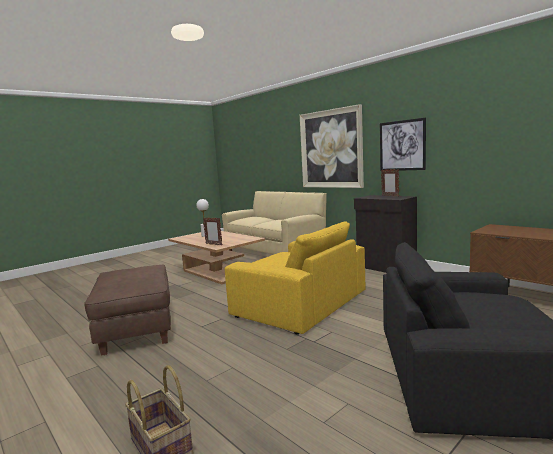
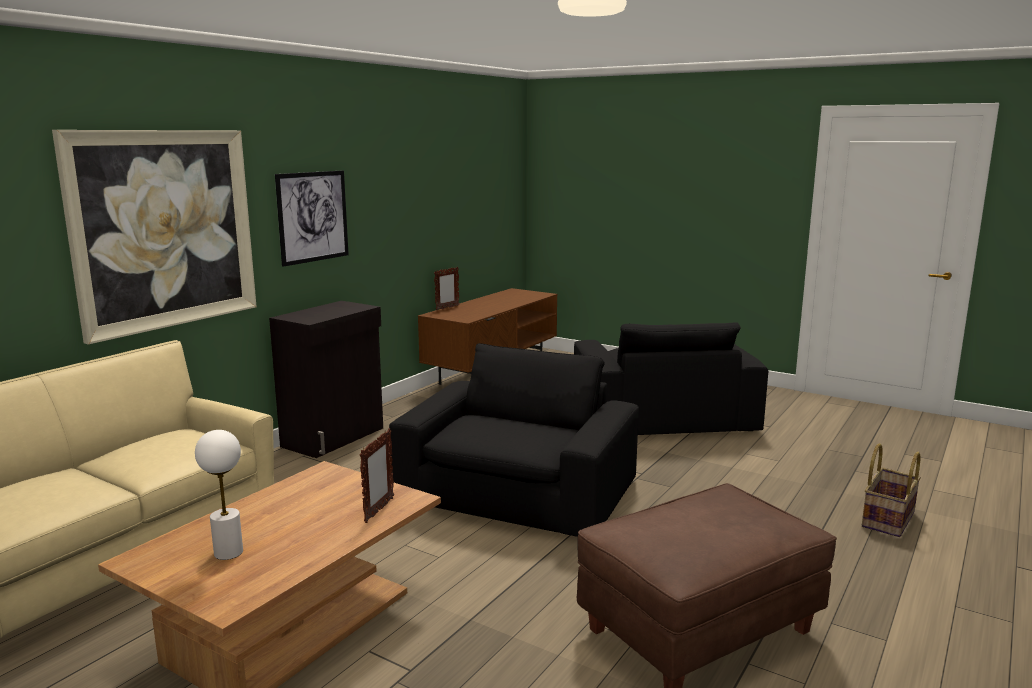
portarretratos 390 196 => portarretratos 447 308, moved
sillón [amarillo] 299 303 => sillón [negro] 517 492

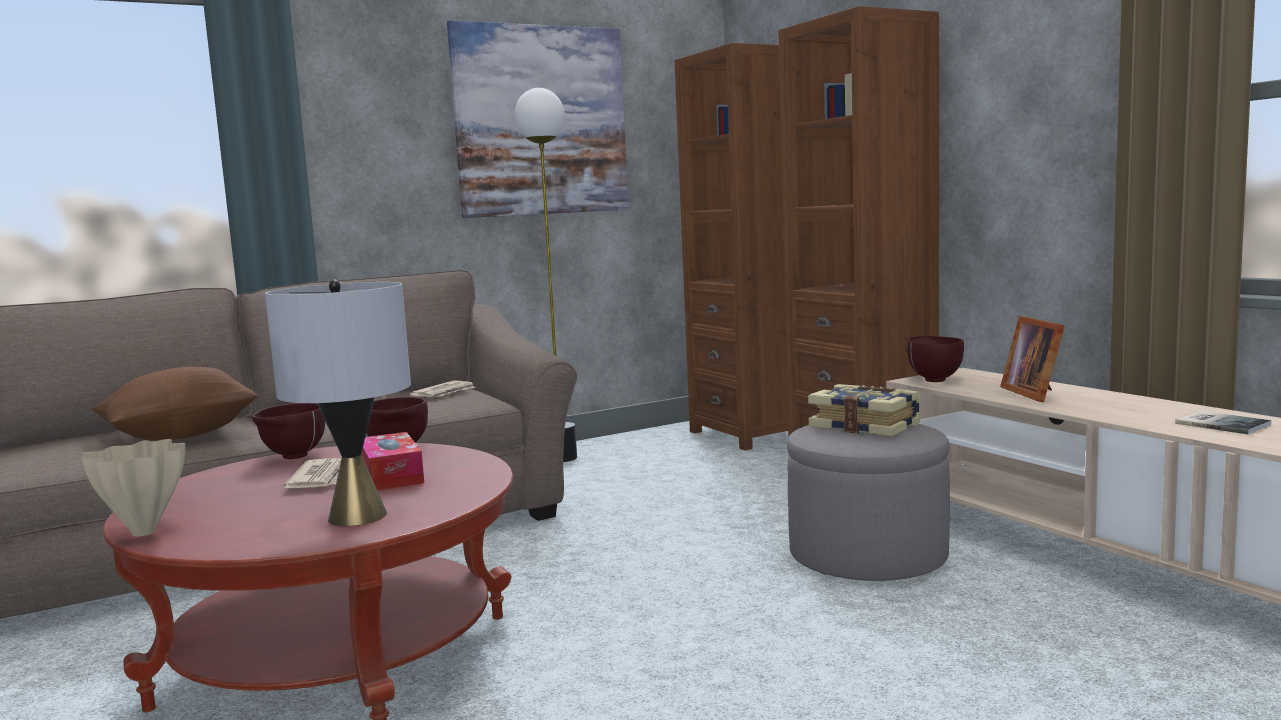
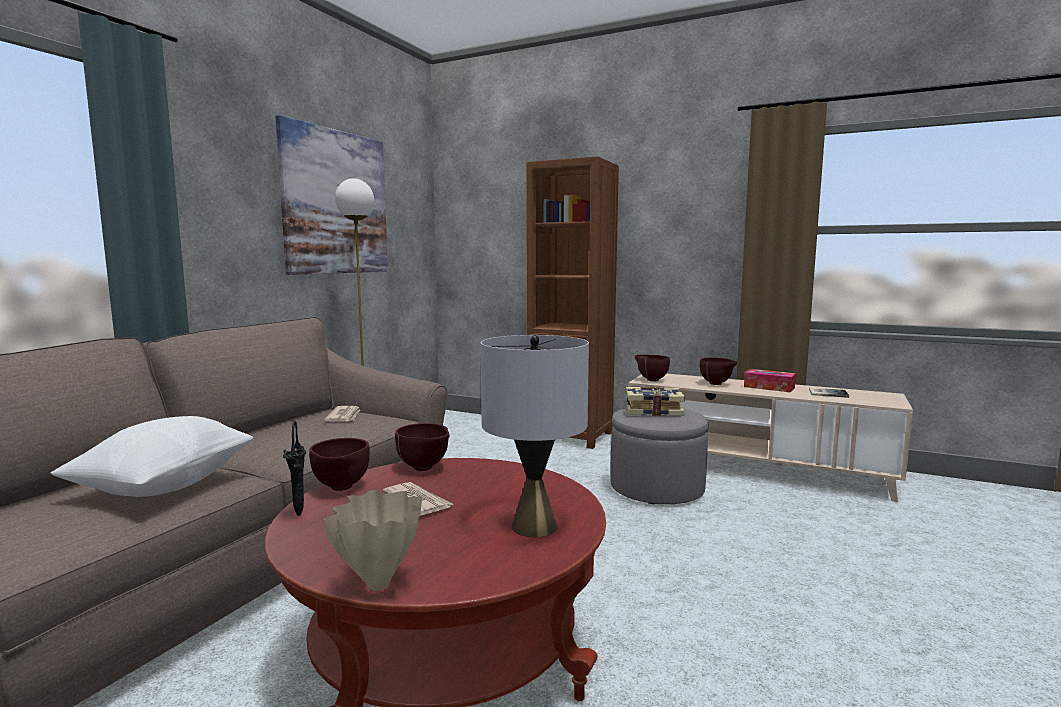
estantería [marrón] 750 434 => nothing
nothing => florero [negro] 298 513
caja de pañuelos 391 475 => caja de pañuelos 769 387, moved
portarretratos 1035 393 => cuenco [marrón] 717 384
cojín [marrón] 181 436 => cojín [blanco] 164 486

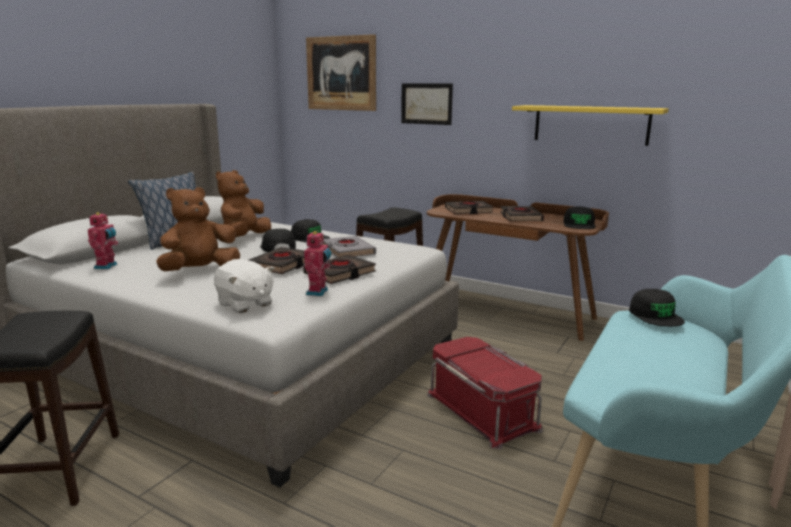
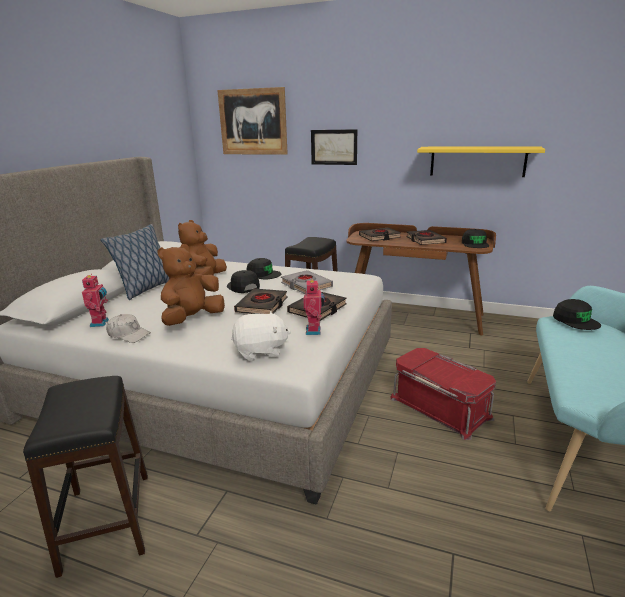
nothing => gorra [blanco] 128 335
peluche [blanco] 245 304 => peluche [blanco] 261 351, 45 degrees counterclockwise

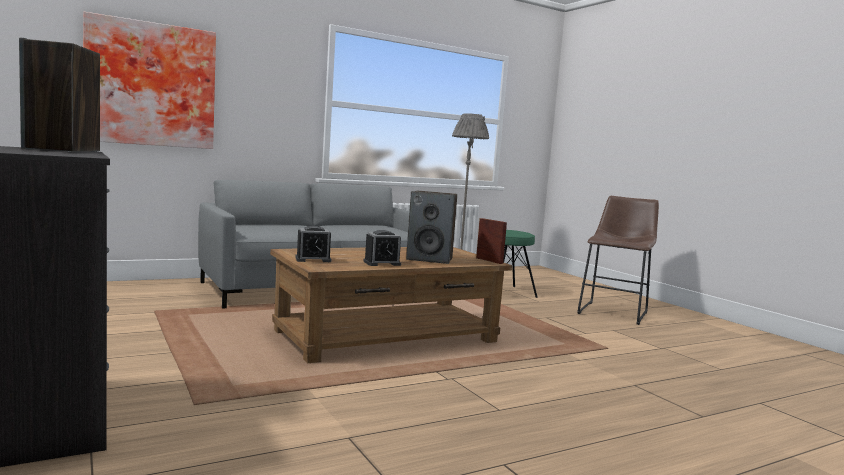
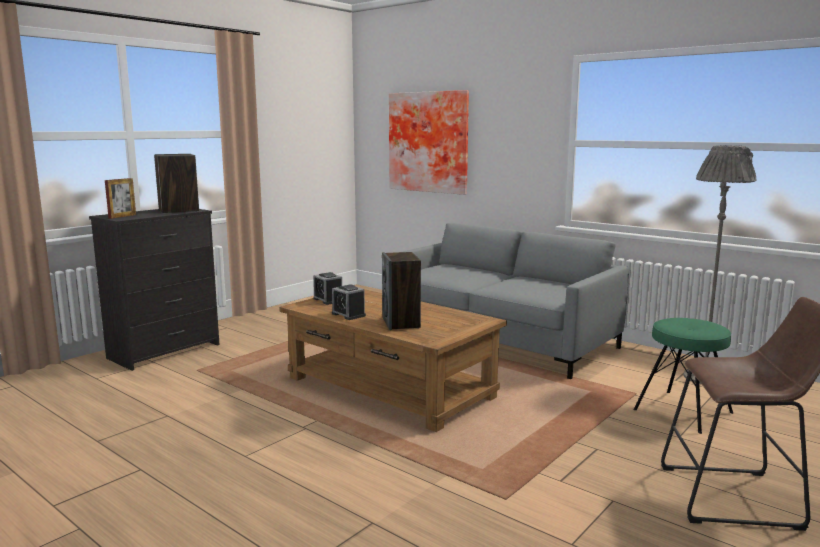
portarretratos 489 260 => portarretratos 122 216, moved

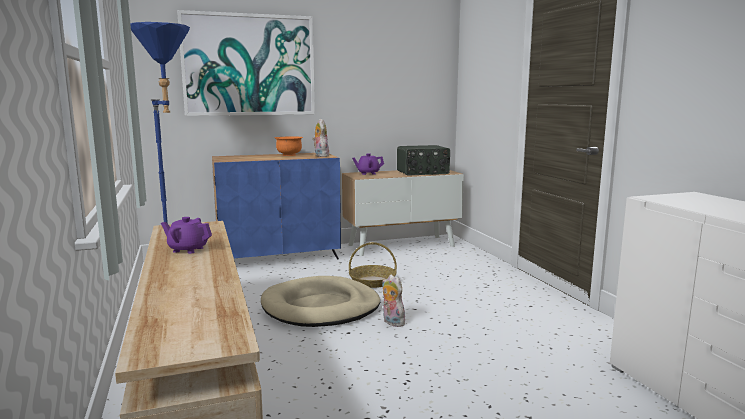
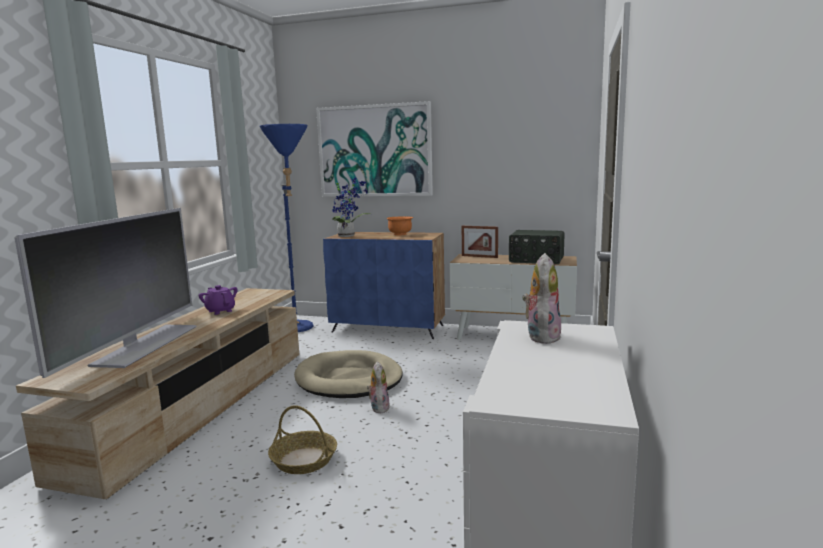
nothing => televisor 144 345
nothing => planta en maceta 348 236
peluche 320 156 => peluche 541 336, moved
cesta 372 281 => cesta 304 460, moved
tetera [morado] 368 173 => portarretratos 479 256

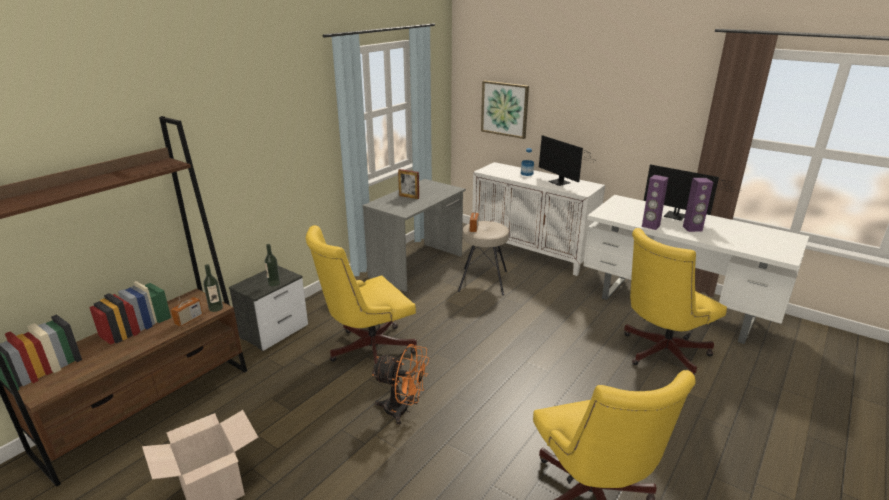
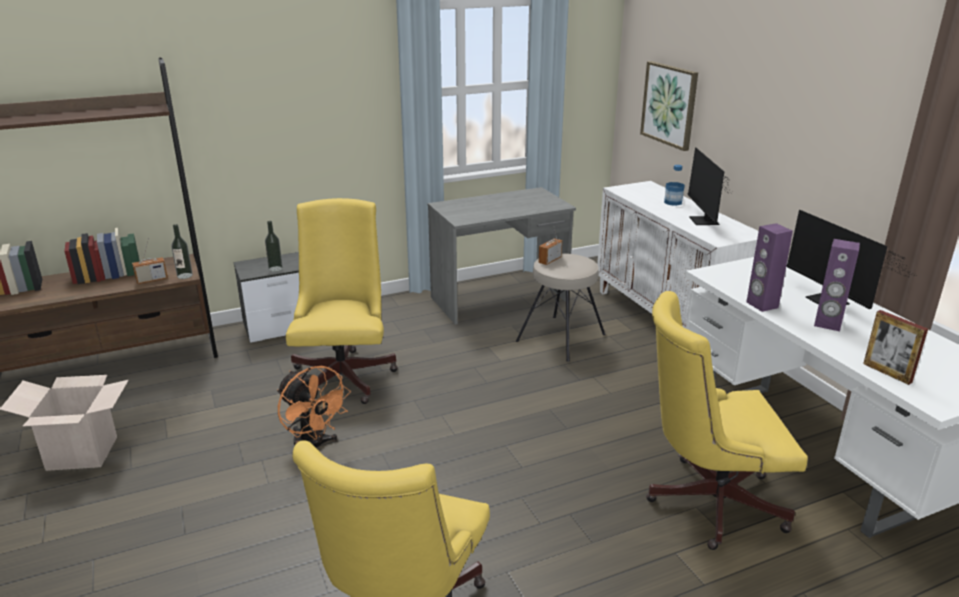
portarretratos 409 197 => portarretratos 887 373, moved
silla de oficina [amarillo] 366 350 => silla de oficina [amarillo] 345 374, 90 degrees clockwise

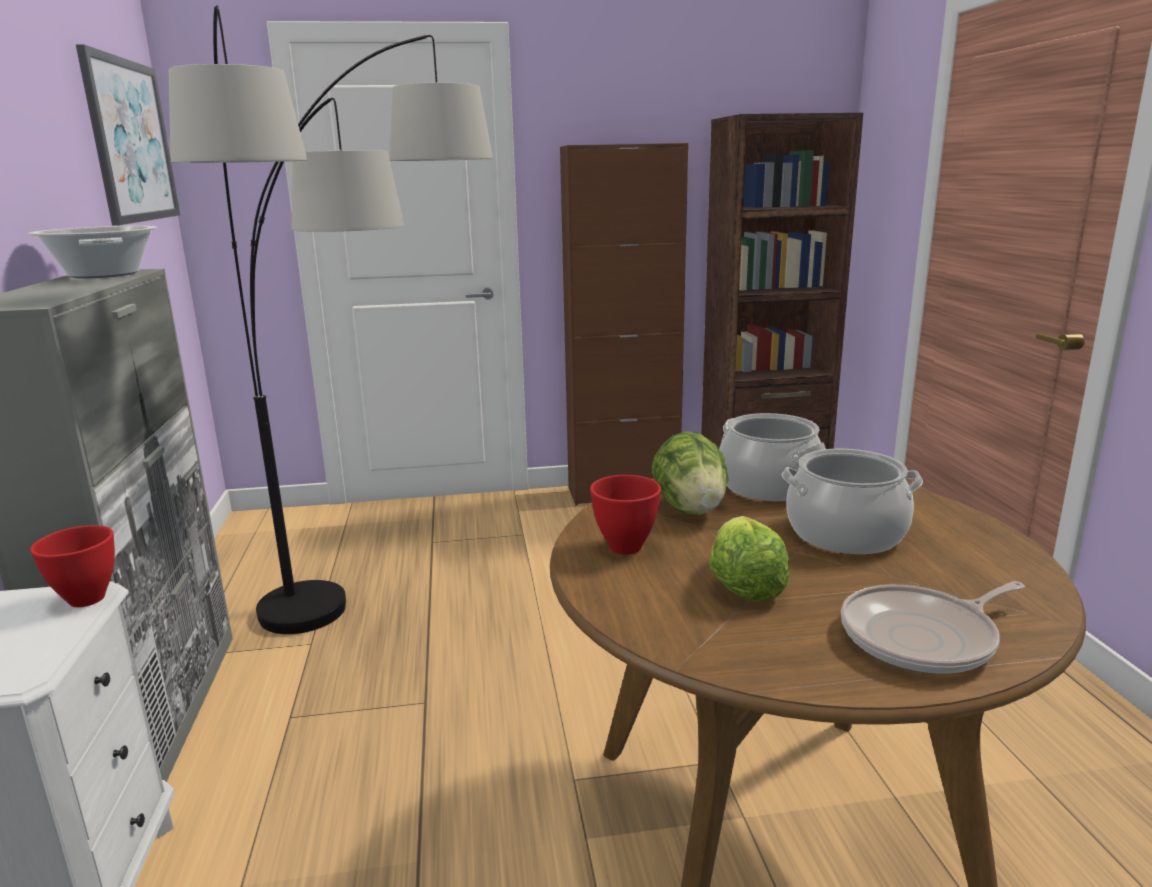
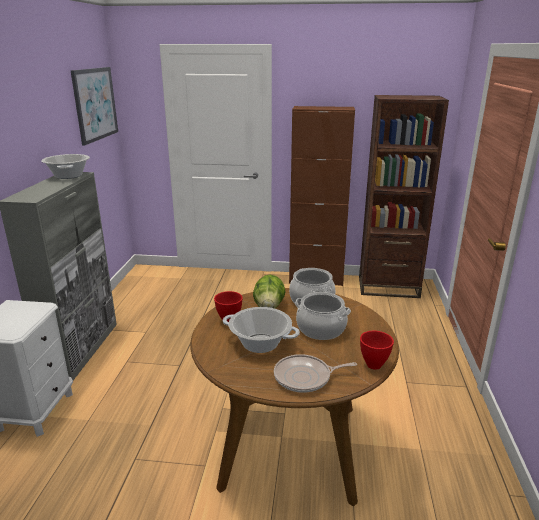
lámpara de pie 368 647 => nothing
cuenco [rojo] 89 598 => cuenco [rojo] 374 364, moved
lechuga 744 583 => olla 260 344

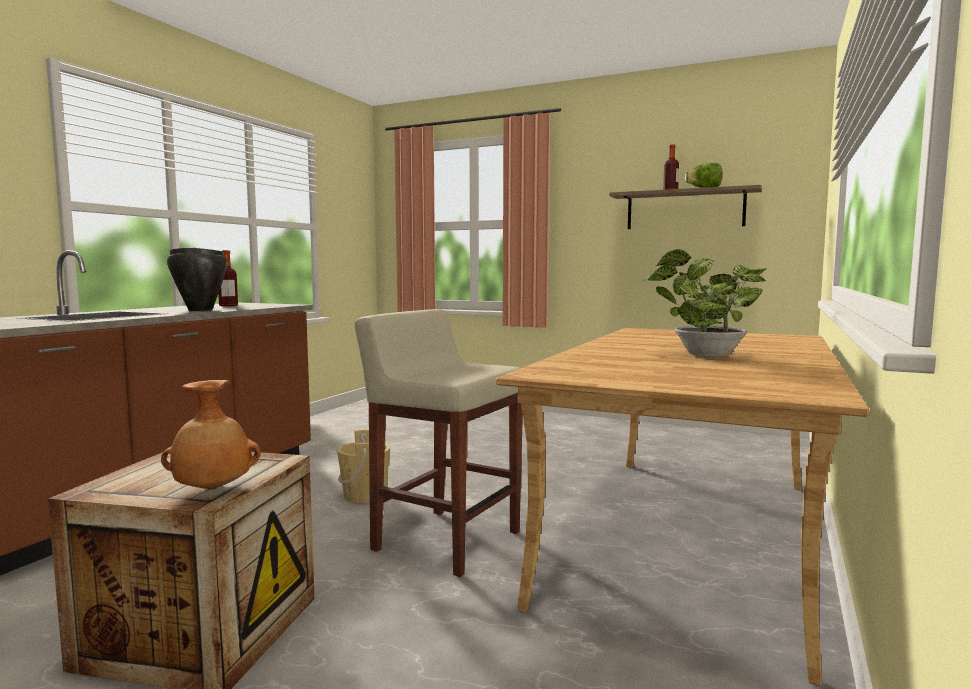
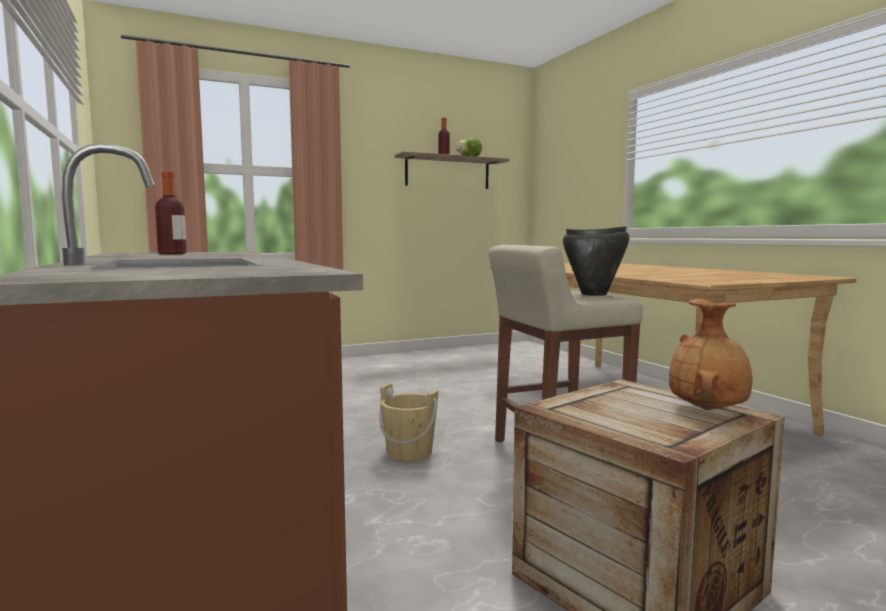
planta en maceta 703 356 => nothing
olla [negro] 200 310 => olla [negro] 594 294, moved

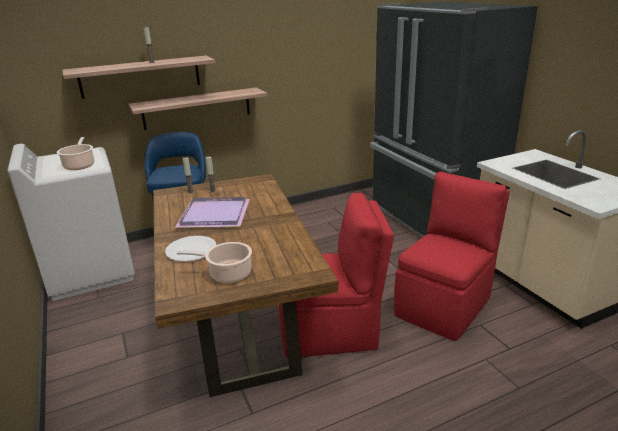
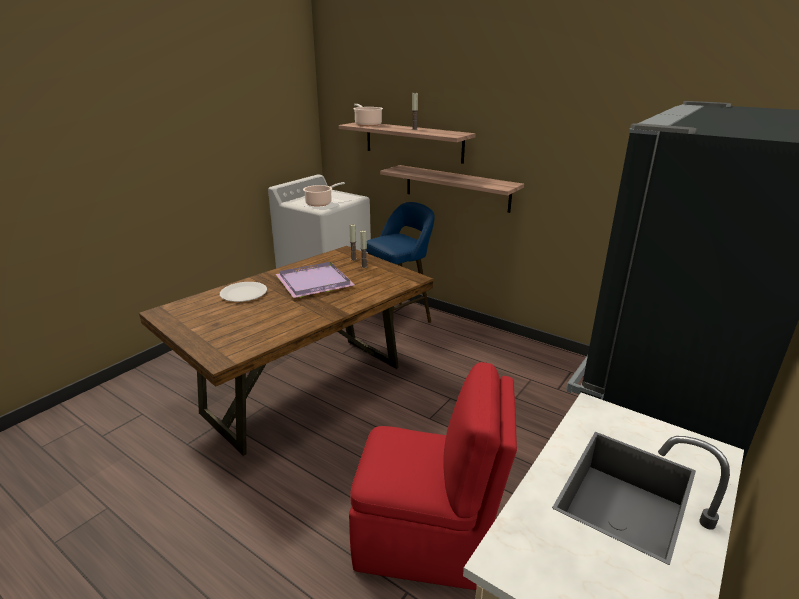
silla [rojo] 331 331 => nothing
olla 227 274 => olla 367 124, moved

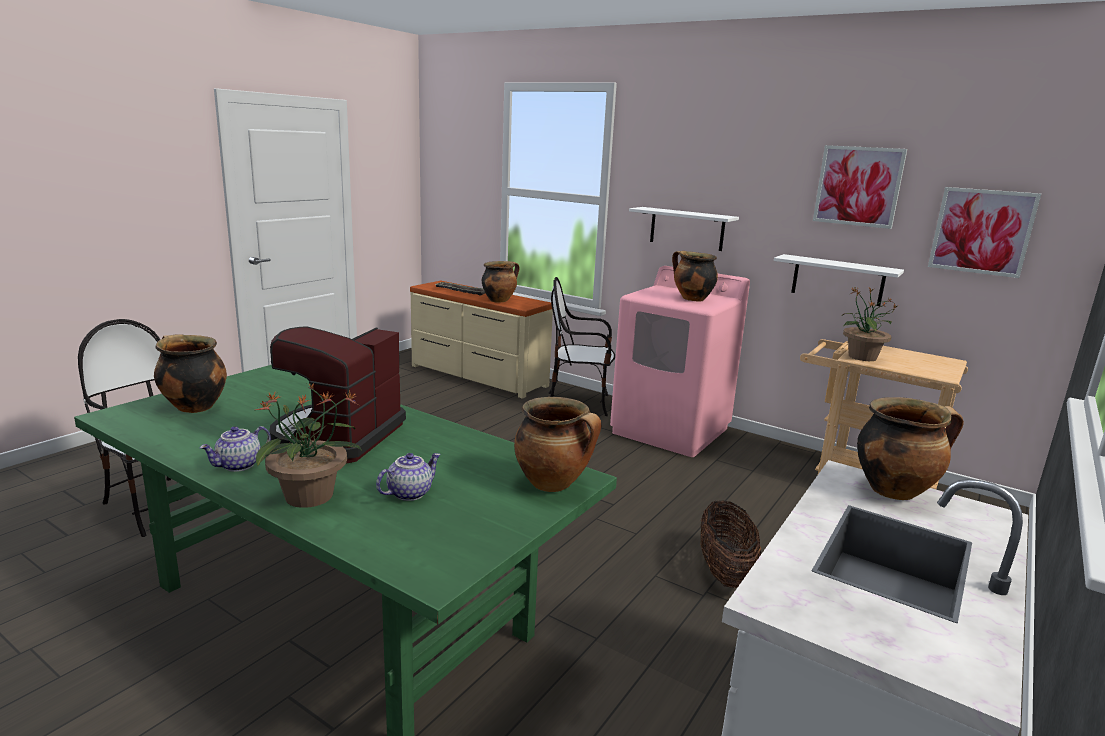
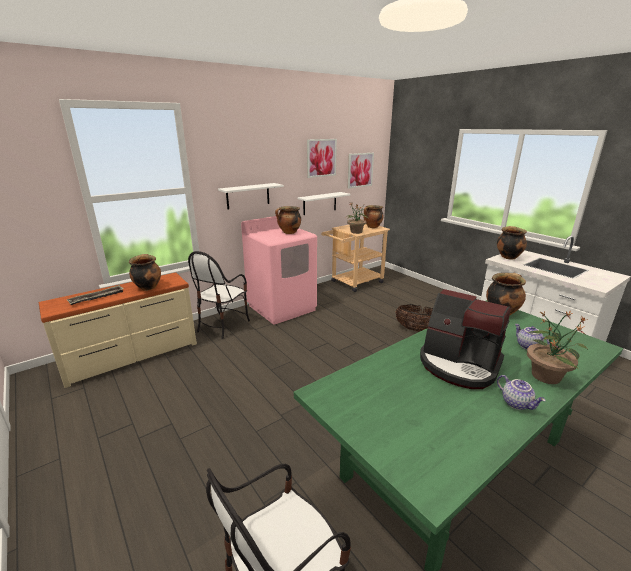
olla 193 407 => olla 372 227, moved

